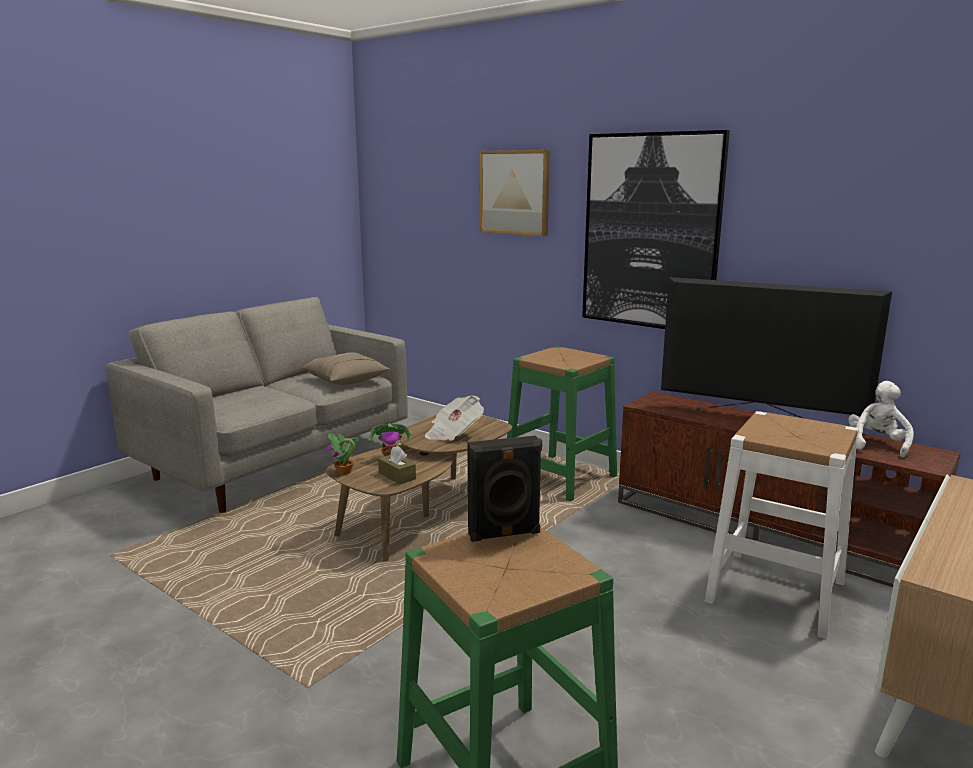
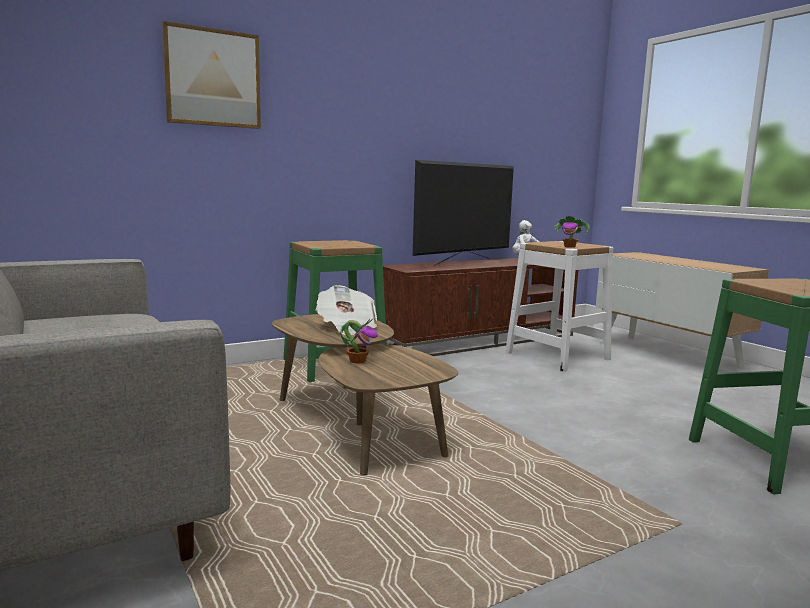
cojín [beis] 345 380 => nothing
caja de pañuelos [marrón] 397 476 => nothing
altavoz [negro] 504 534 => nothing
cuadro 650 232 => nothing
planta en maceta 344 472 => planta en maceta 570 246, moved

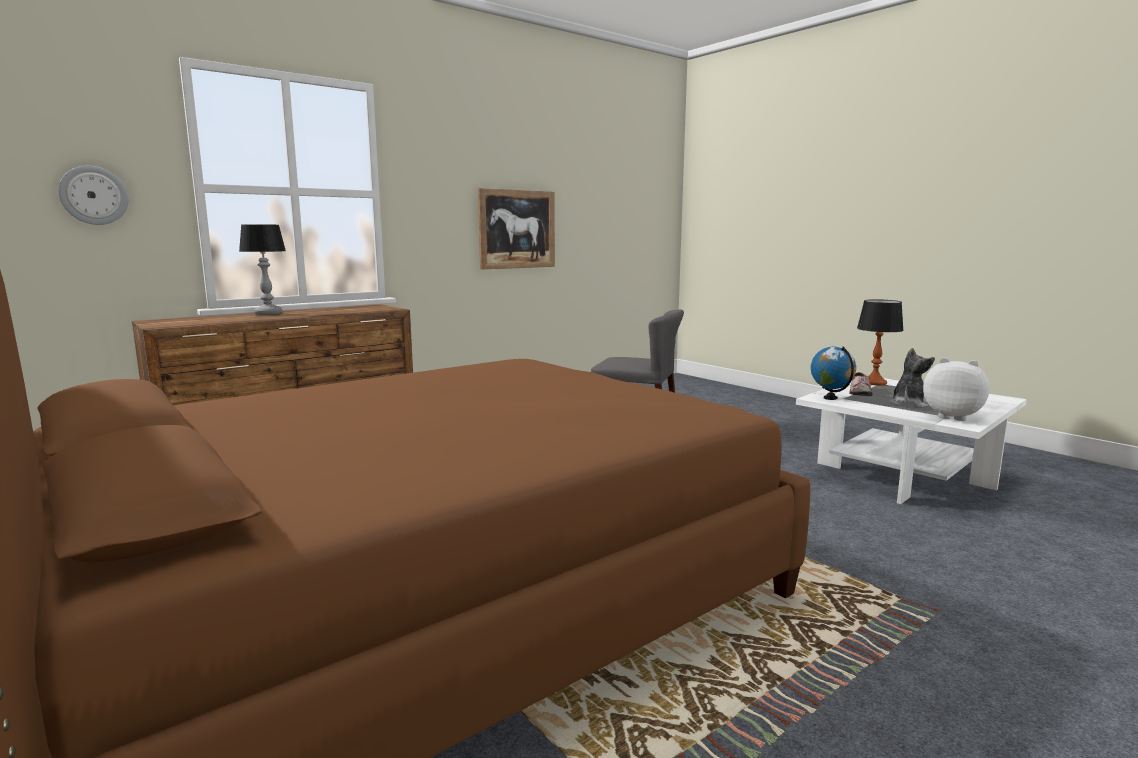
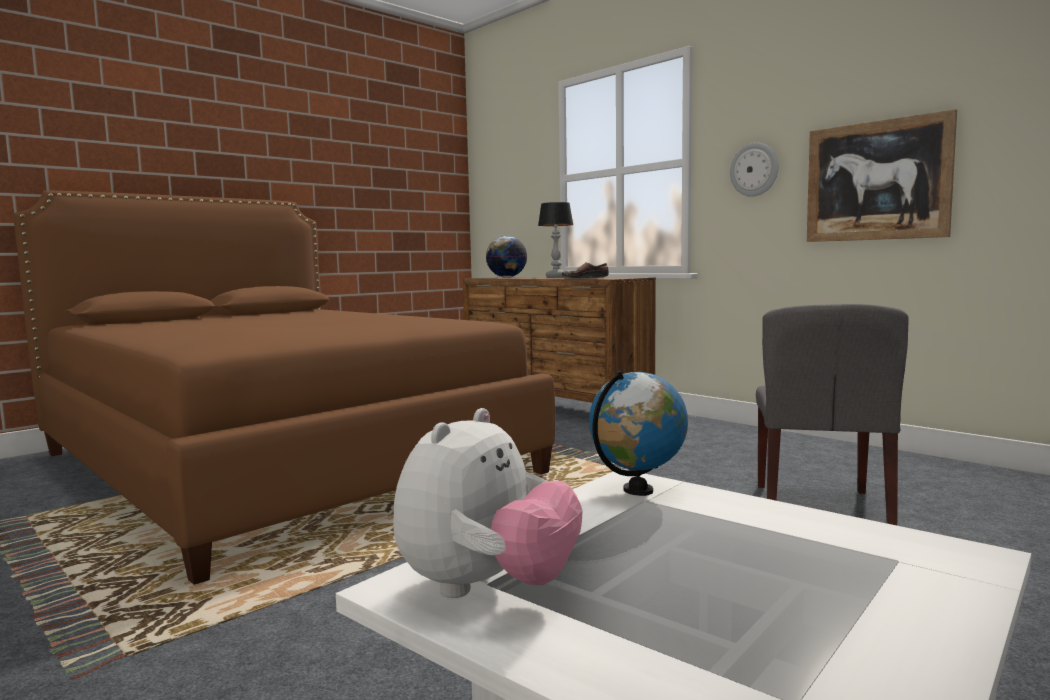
lámpara de mesa 874 383 => nothing
peluche 908 404 => nothing
nothing => globo terráqueo 506 277
reloj de pared 94 195 => reloj de pared 754 170, moved
zapato 858 392 => zapato 585 278, moved

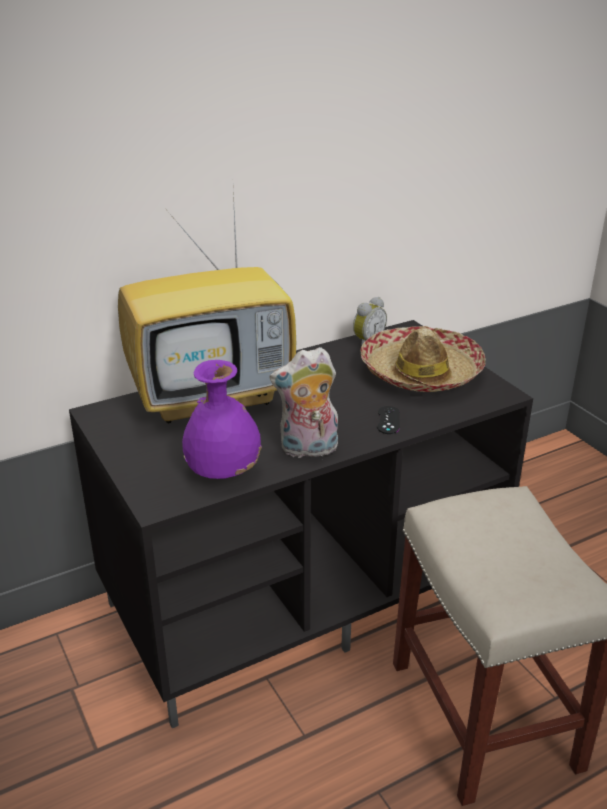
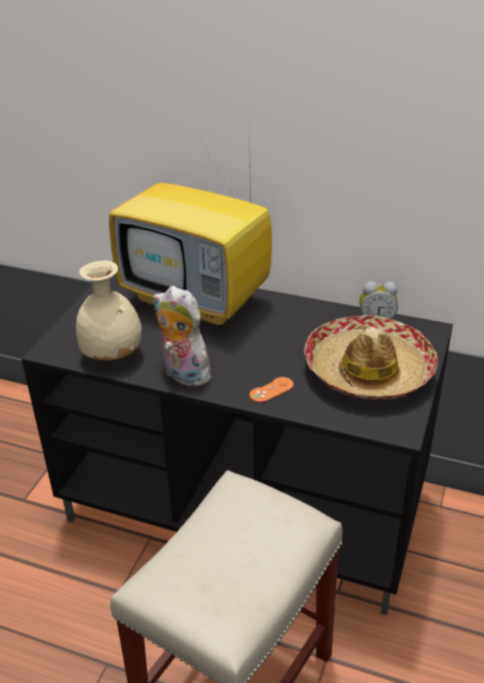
florero [morado] 223 472 => florero [beis] 113 354
mando de consola [negro] 388 420 => mando de consola [naranja] 271 390

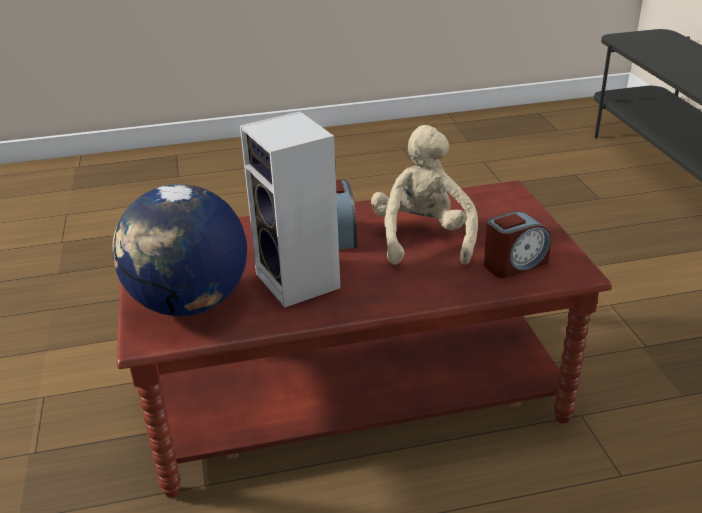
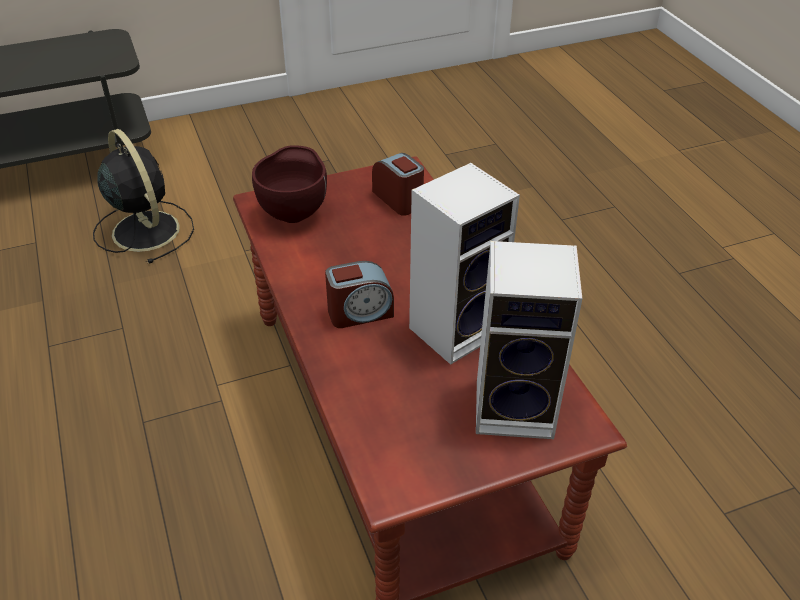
peluche [beis] 422 239 => nothing
nothing => ventilador [negro] 144 229
nothing => cuenco [marrón] 294 213
globo terráqueo 189 304 => altavoz 517 407

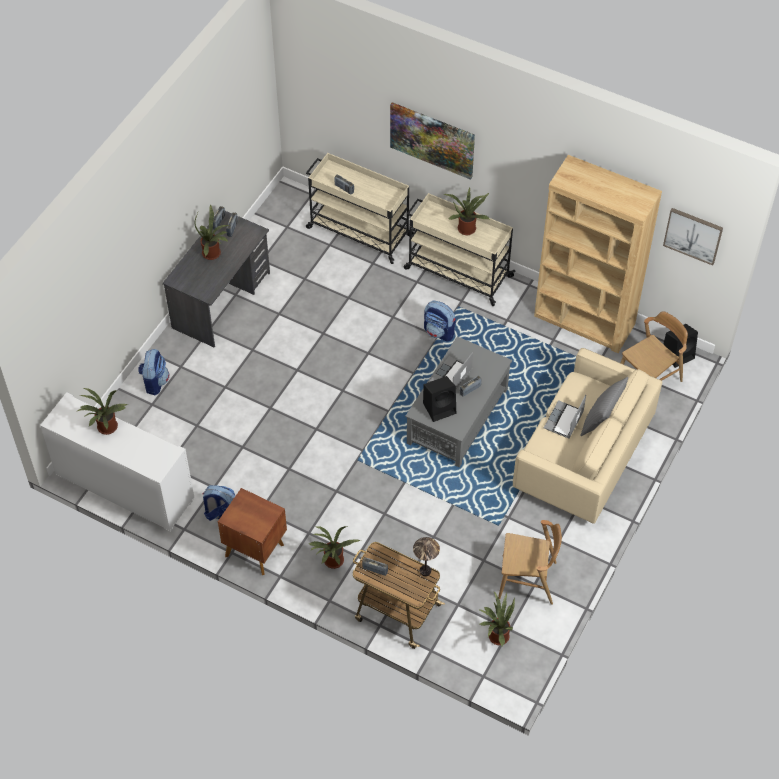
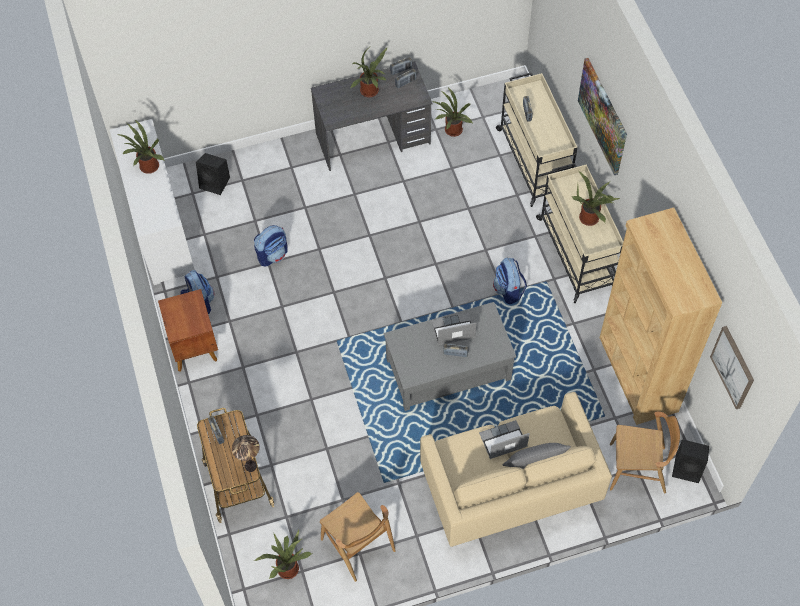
mochila 154 382 => mochila 273 255, moved
planta en maceta 333 562 => planta en maceta 452 131, moved
altavoz [negro] 440 407 => altavoz [negro] 215 183, moved

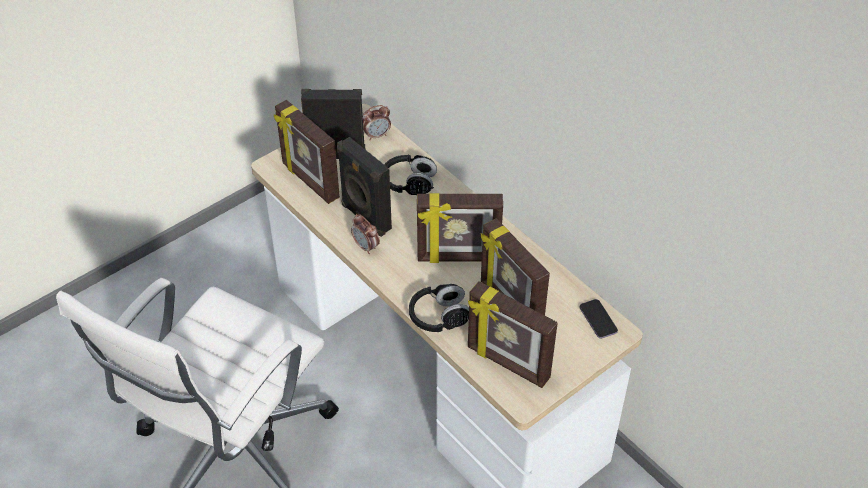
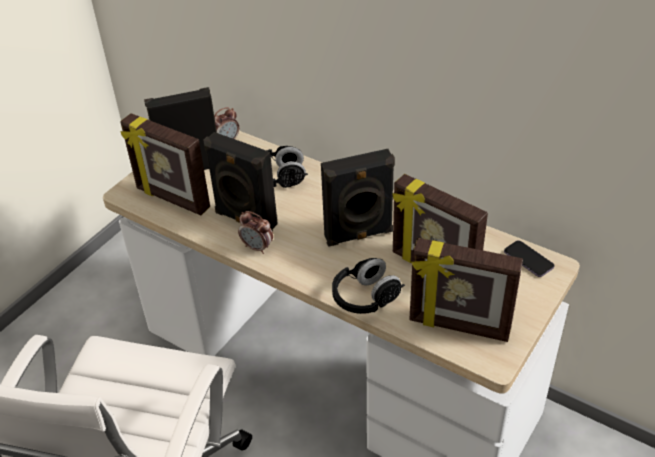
portarretratos 458 258 => altavoz [negro] 359 235

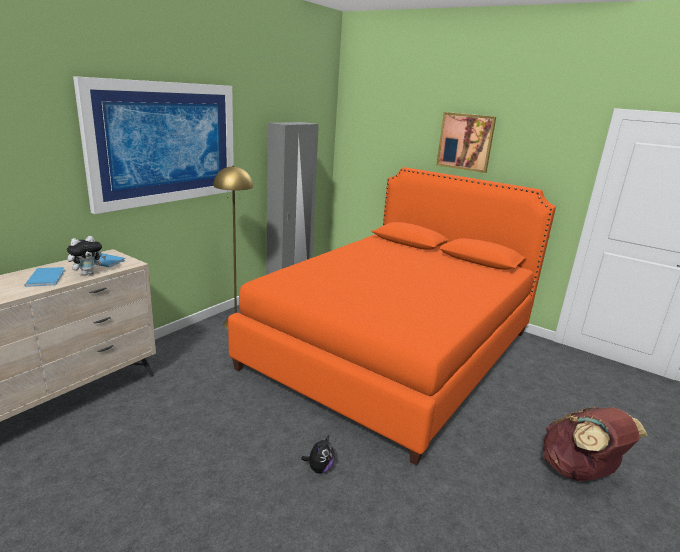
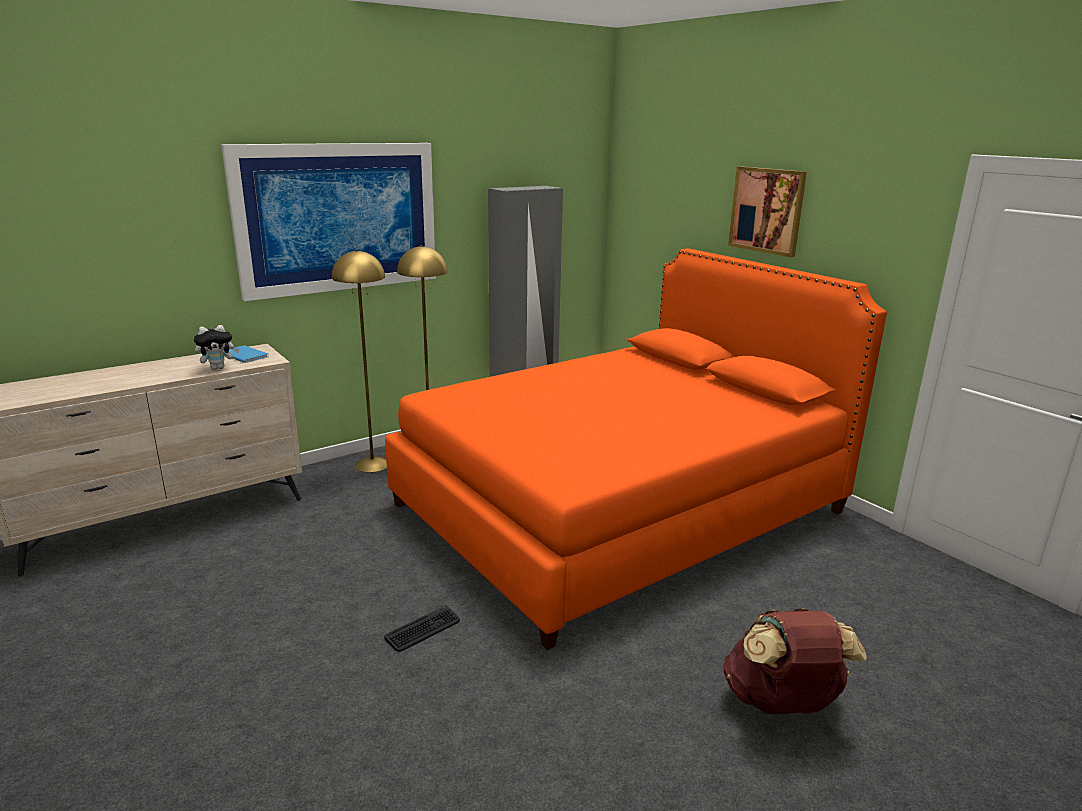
libro [azul] 47 277 => nothing
nothing => lámpara de pie [amarillo] 372 464
peluche 319 468 => teclado 423 629

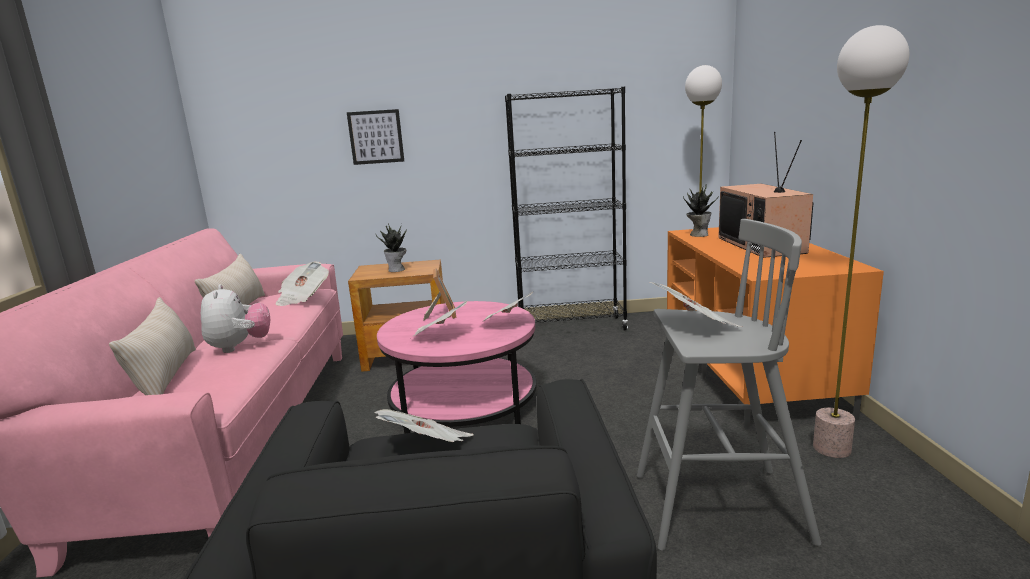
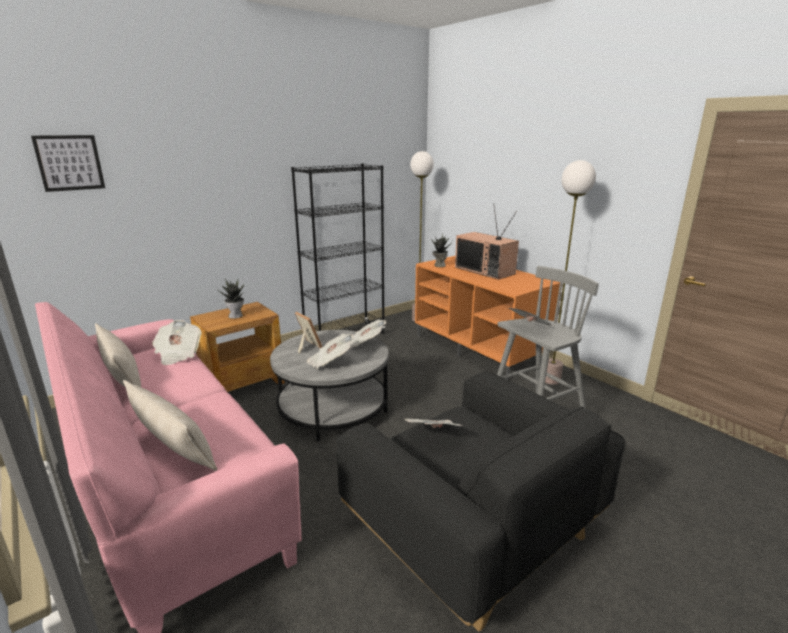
peluche 239 347 => nothing
cuadro 376 137 => cuadro 69 163, moved
mesa de centro [rosa] 463 403 => mesa de centro [gris] 333 408

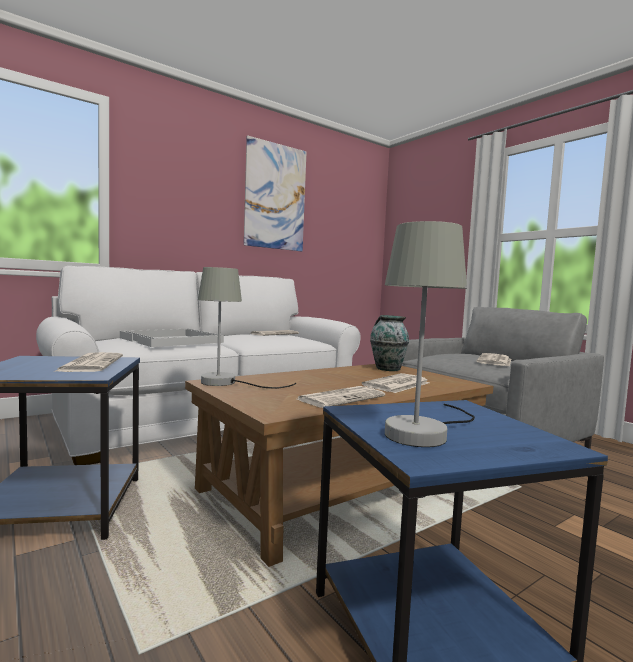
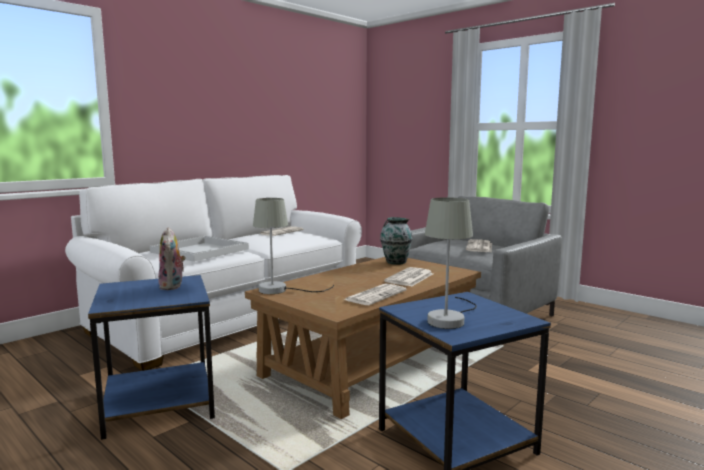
cuadro 275 196 => nothing
periódico 90 364 => peluche 173 286

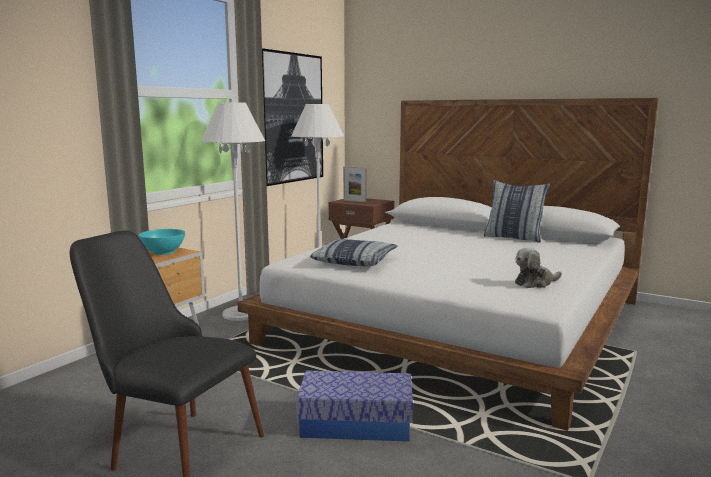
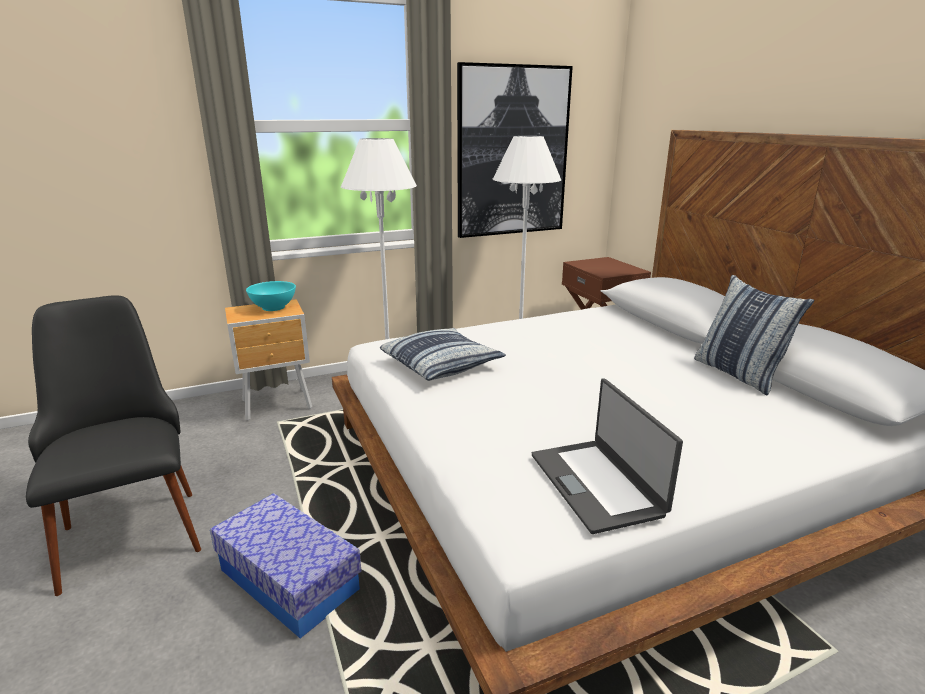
portarretratos 354 201 => nothing
peluche 535 283 => portátil 597 484

